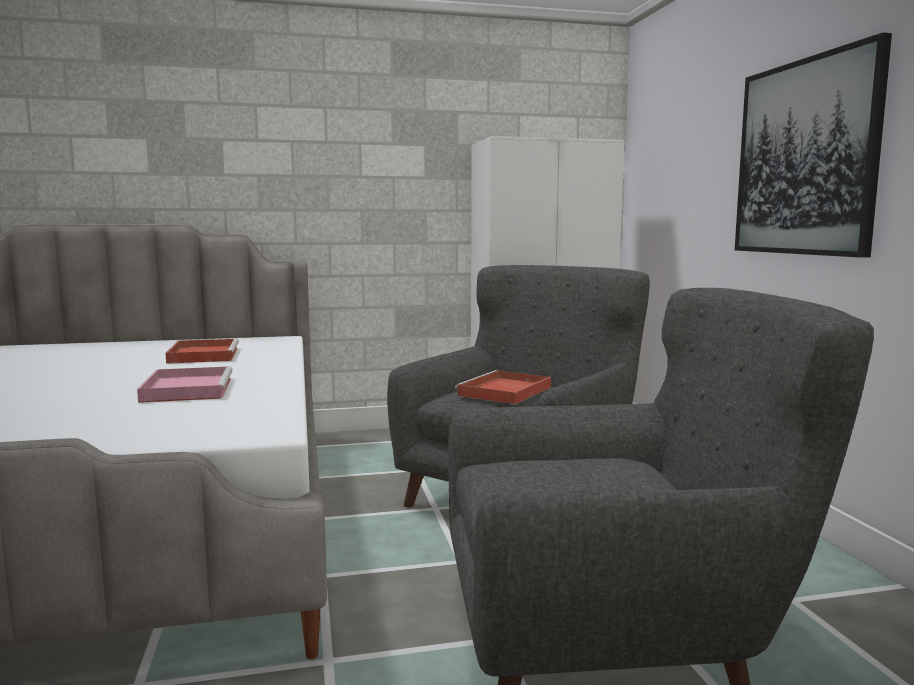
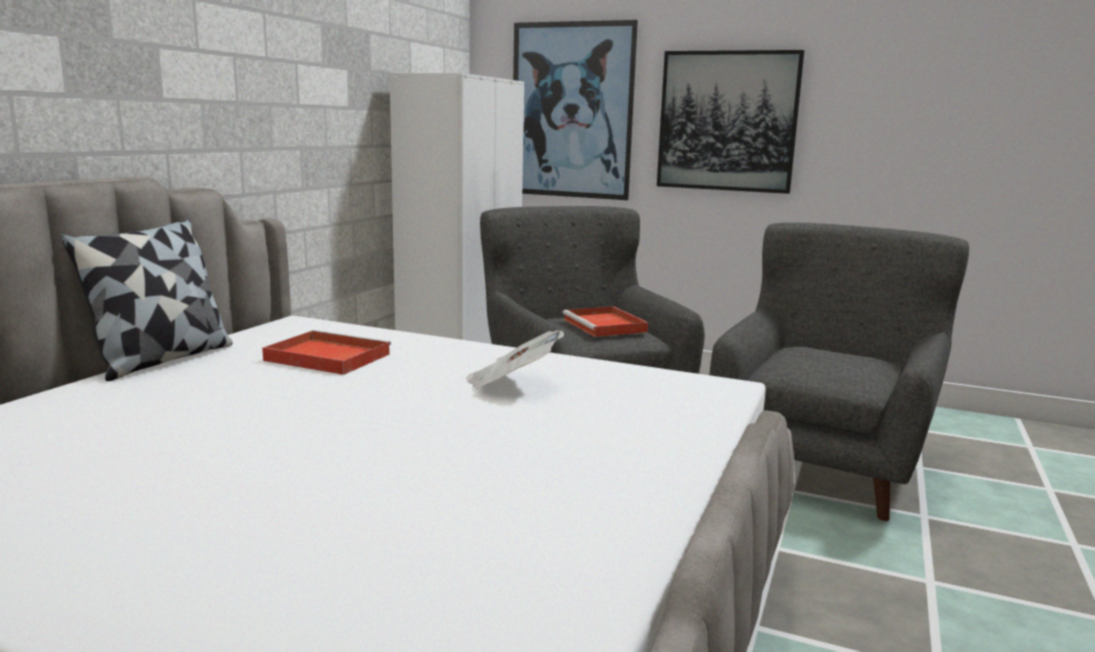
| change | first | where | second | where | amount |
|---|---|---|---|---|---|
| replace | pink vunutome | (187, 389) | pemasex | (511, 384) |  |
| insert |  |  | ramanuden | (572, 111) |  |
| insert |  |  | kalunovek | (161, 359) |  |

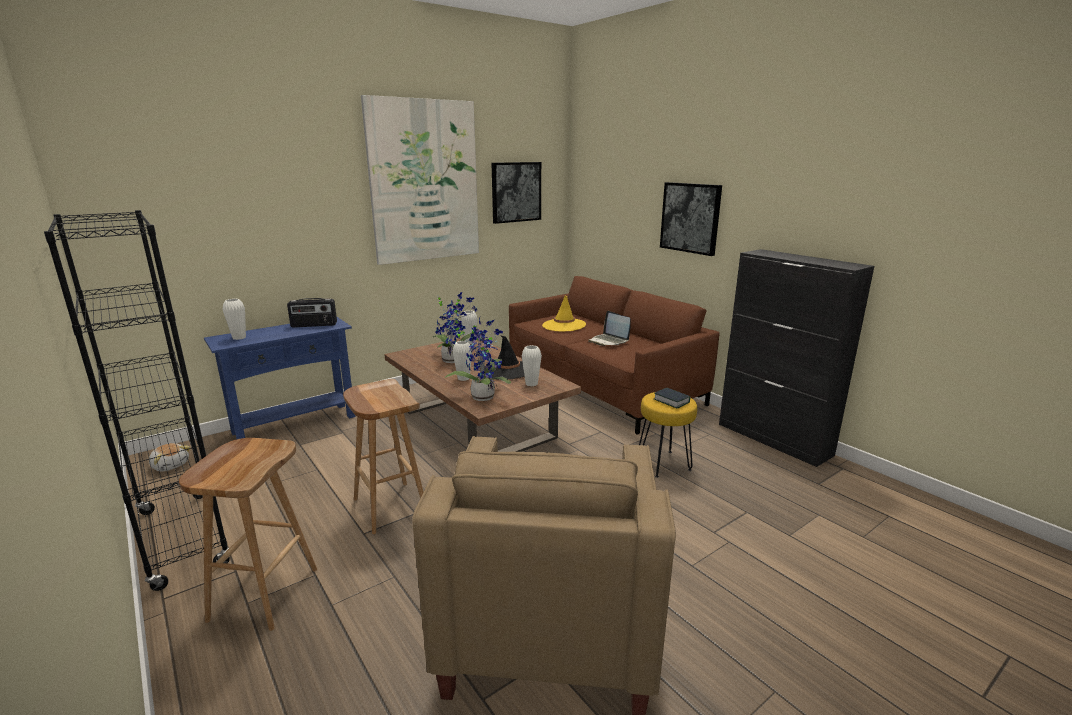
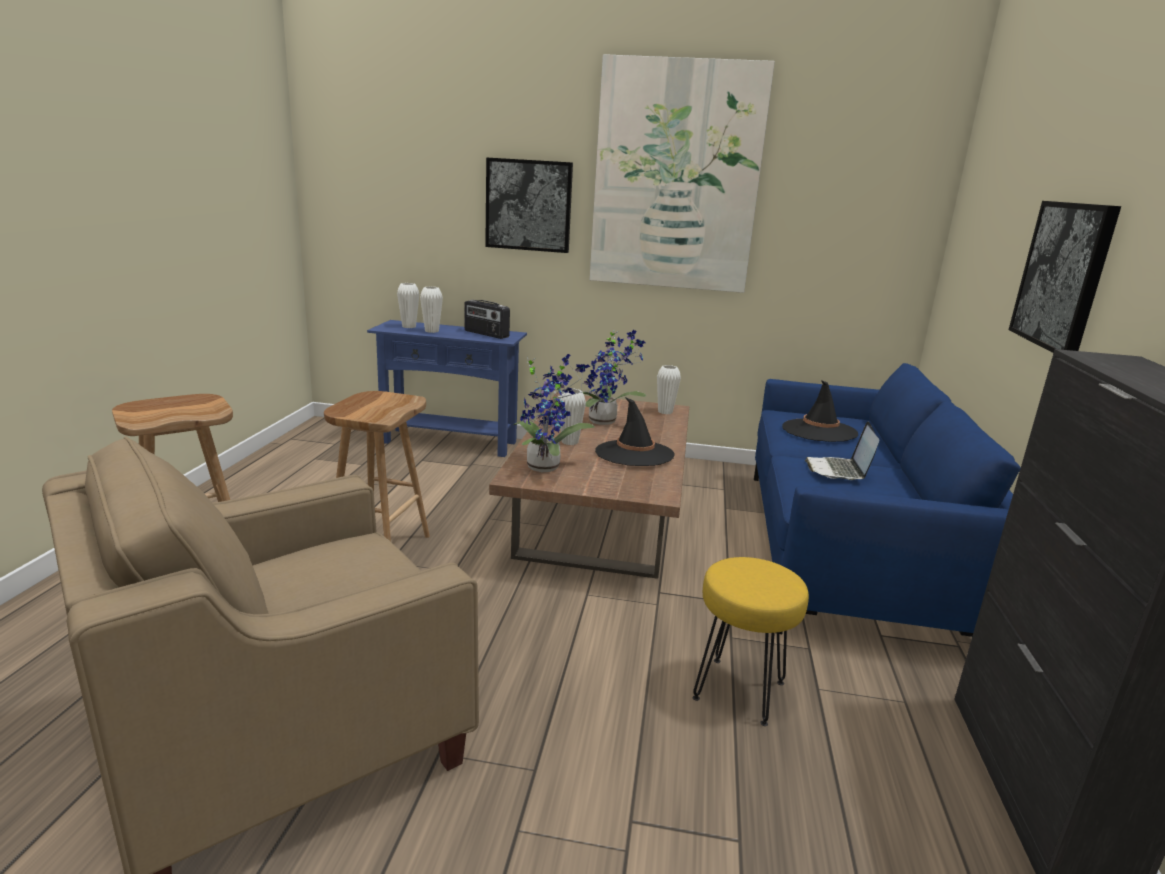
| change | first | where | second | where | amount |
|---|---|---|---|---|---|
| move | ramanuden | (516, 192) |  | (528, 205) |  |
| delete | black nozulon | (182, 538) |  |  |  |
| recolor | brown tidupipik | (602, 386) | blue tidupipik | (845, 551) |  |
| recolor | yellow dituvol | (564, 325) | black dituvol | (819, 431) |  |
| move | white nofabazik | (531, 384) |  | (431, 331) |  |
| delete | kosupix | (671, 401) |  |  |  |
| delete | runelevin | (171, 465) |  |  |  |

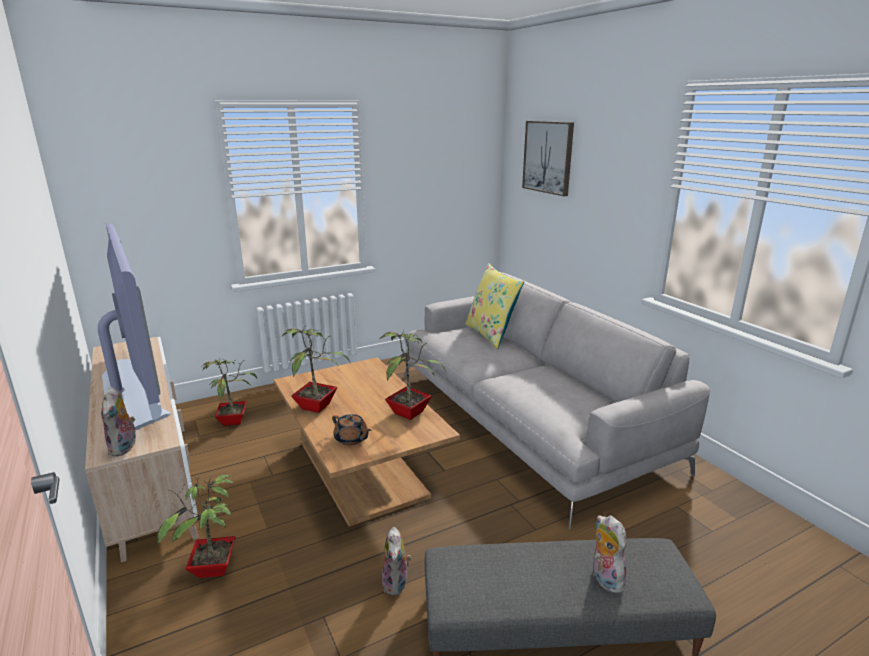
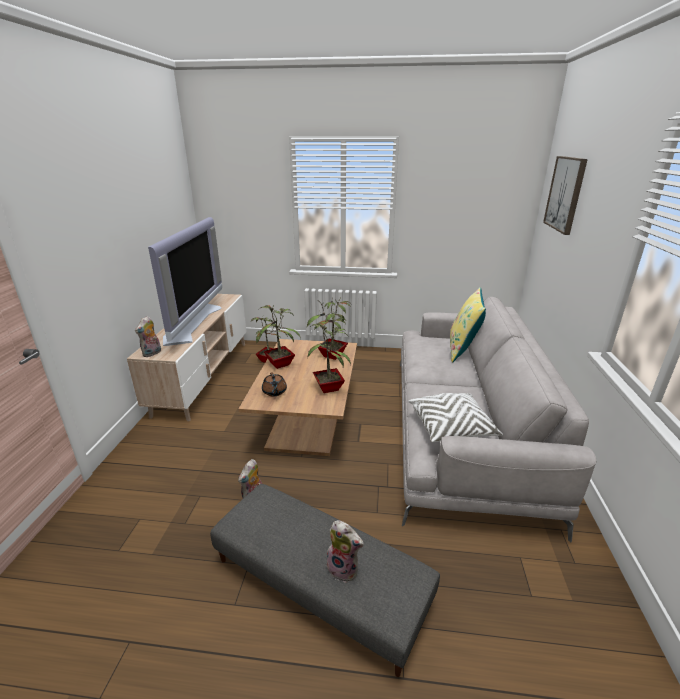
| change | first | where | second | where | amount |
|---|---|---|---|---|---|
| move | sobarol | (213, 570) |  | (332, 356) |  |
| rotate | runelevin | (604, 578) |  | (344, 568) | 105 degrees clockwise |
| insert |  |  | white kalunovek | (451, 428) |  |

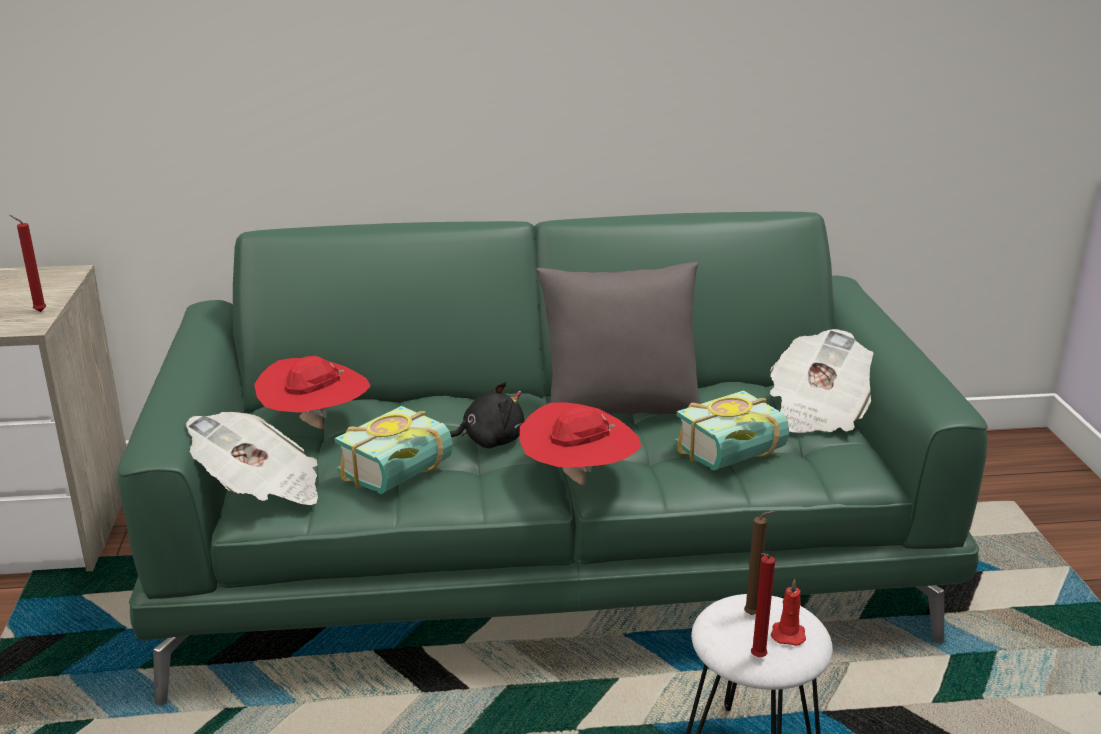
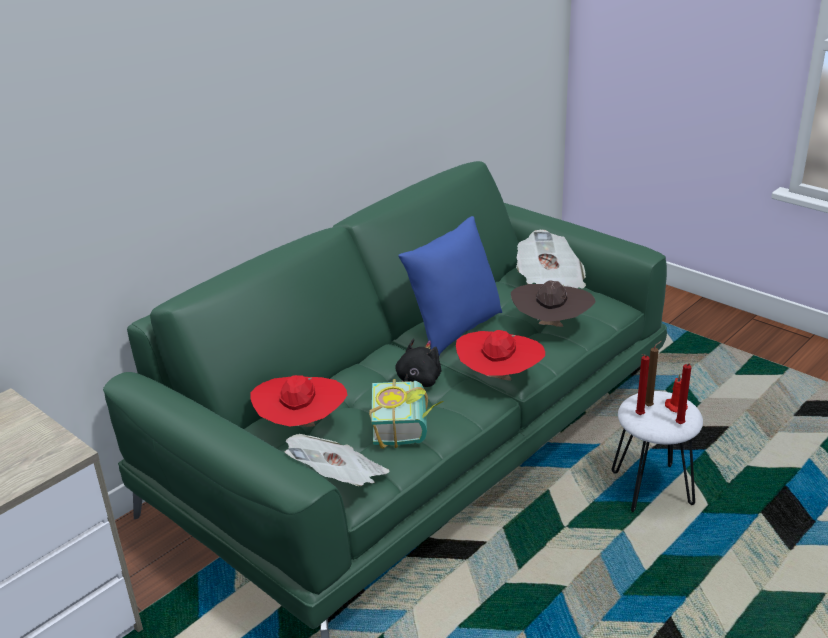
| change | first | where | second | where | amount |
|---|---|---|---|---|---|
| move | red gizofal | (38, 311) |  | (638, 415) |  |
| recolor | grey kalunovek | (619, 412) | blue kalunovek | (454, 331) |  |
| replace | kosupix | (736, 457) | brown dituvol | (551, 327) |  |

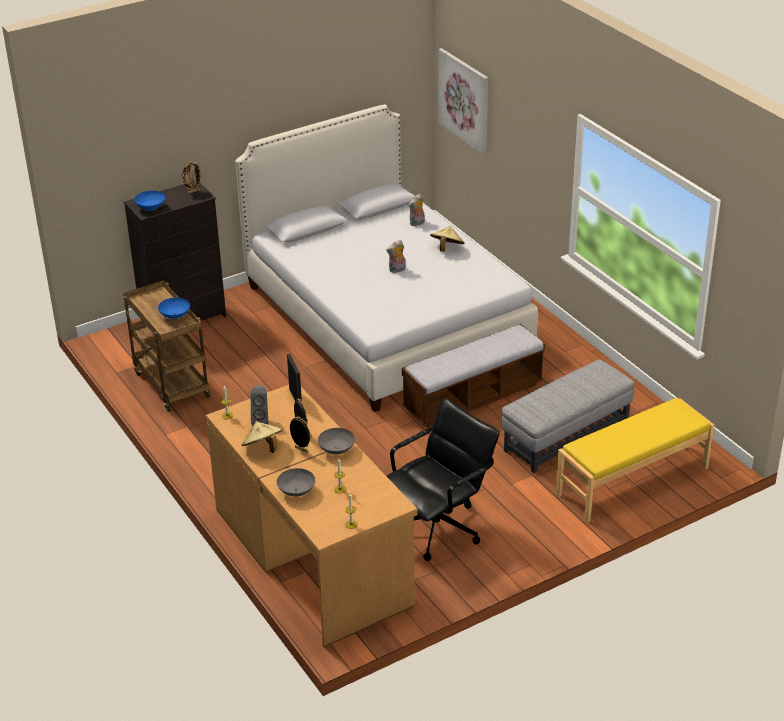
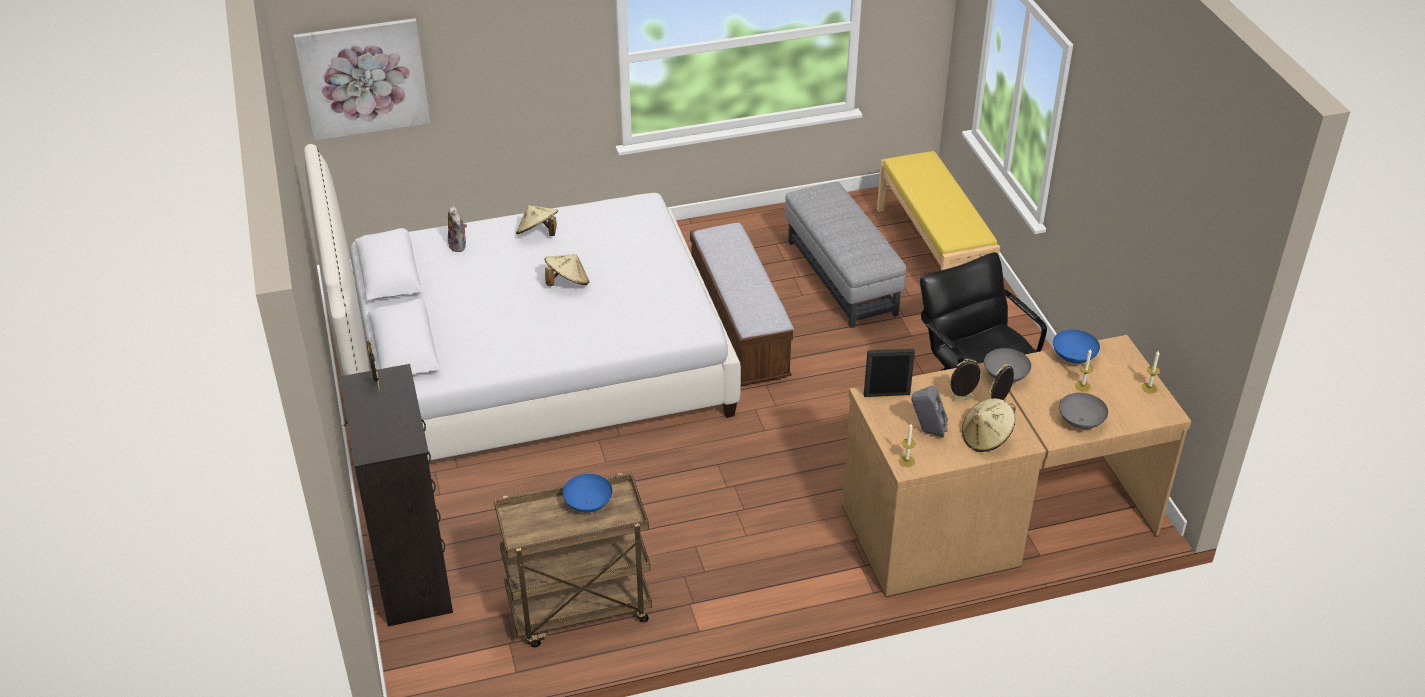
| change | first | where | second | where | amount |
|---|---|---|---|---|---|
| move | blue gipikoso | (151, 208) |  | (1073, 357) |  |
| replace | runelevin | (397, 270) | beige dituvol | (567, 283) |  |

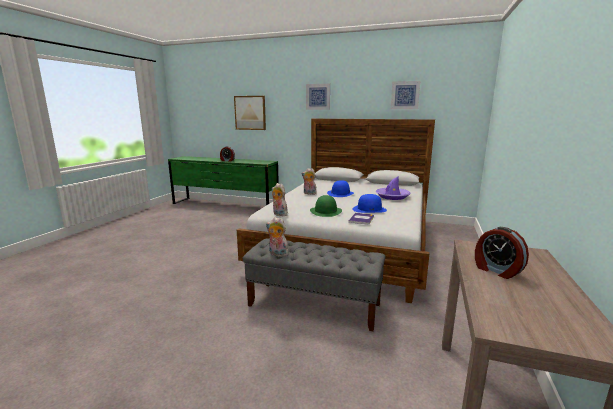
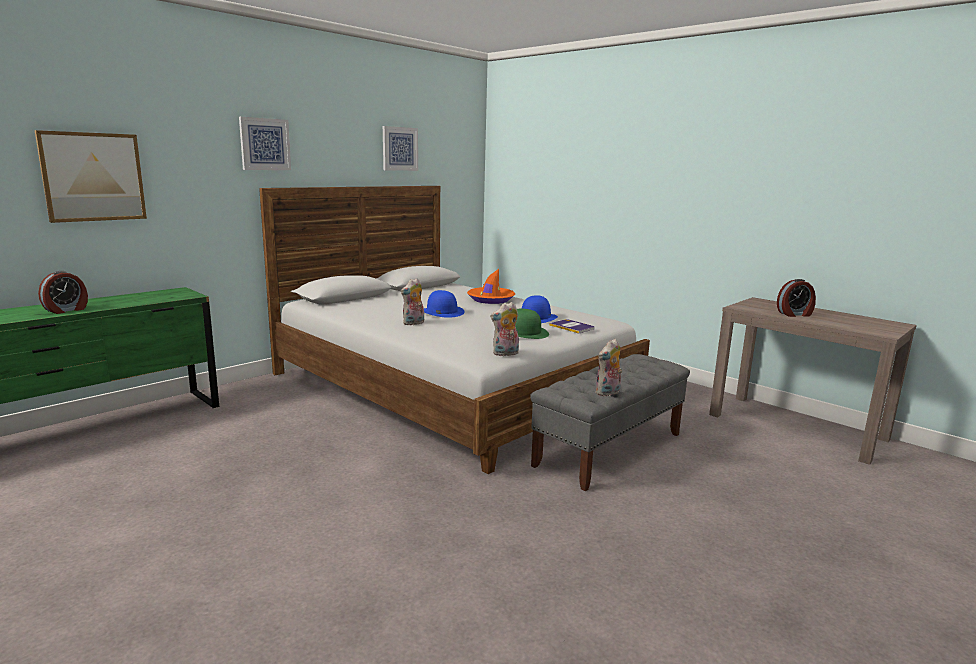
| change | first | where | second | where | amount |
|---|---|---|---|---|---|
| recolor | purple dituvol | (392, 196) | orange dituvol | (491, 299) |  |

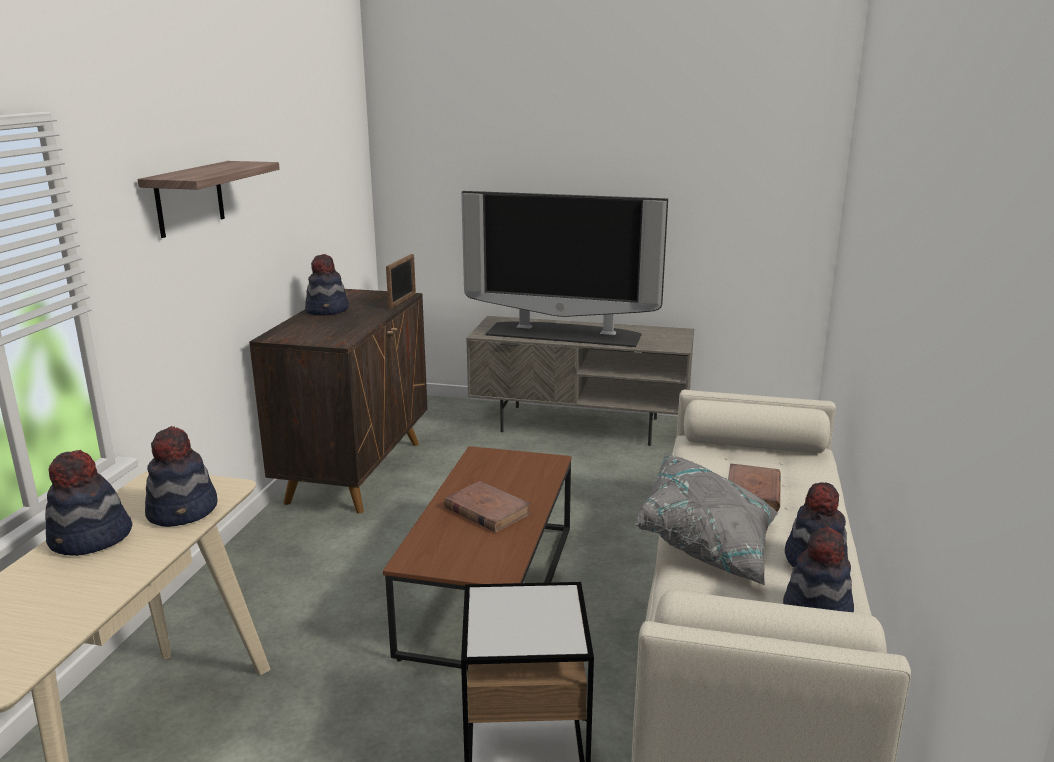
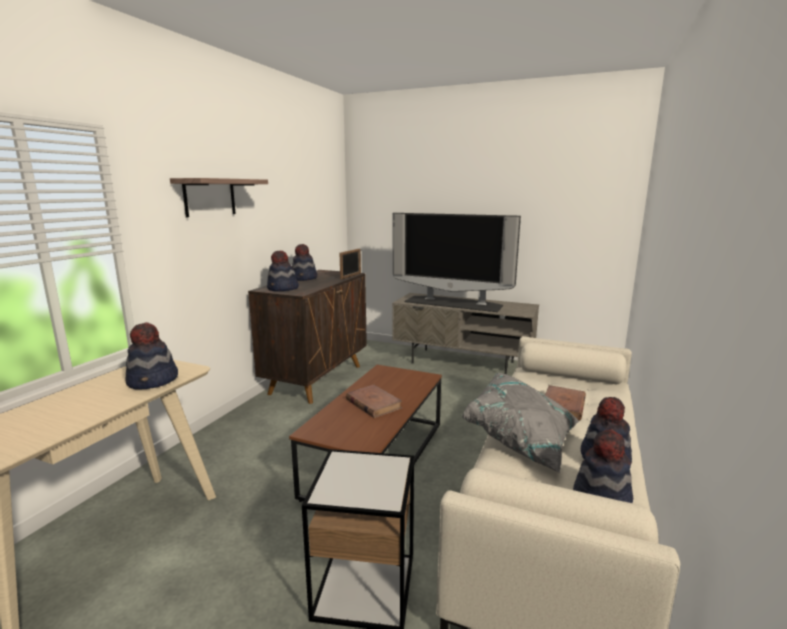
| change | first | where | second | where | amount |
|---|---|---|---|---|---|
| move | dituvol | (90, 539) |  | (282, 289) |  |

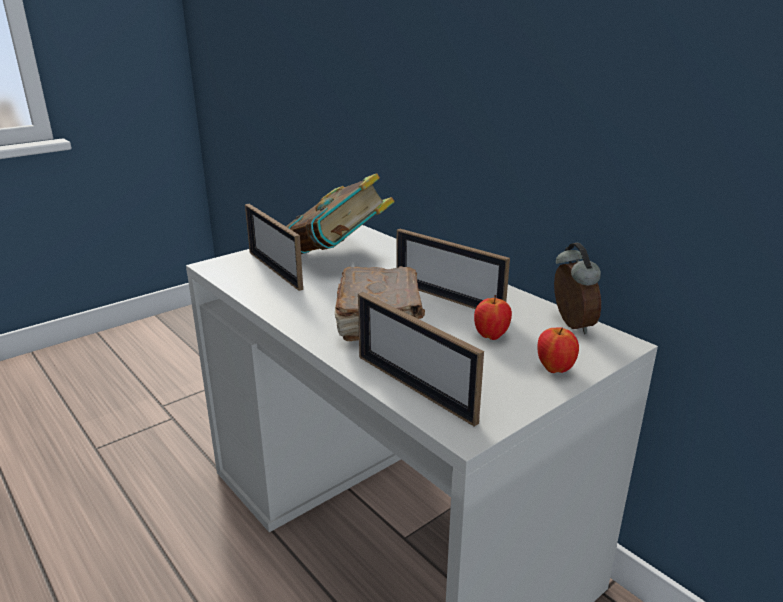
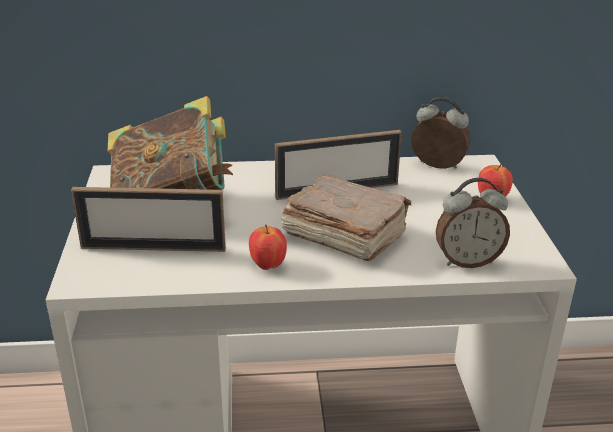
| change | first | where | second | where | amount |
|---|---|---|---|---|---|
| replace | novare | (414, 387) | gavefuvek | (467, 261) |  |
| move | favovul | (491, 336) |  | (268, 265) |  |

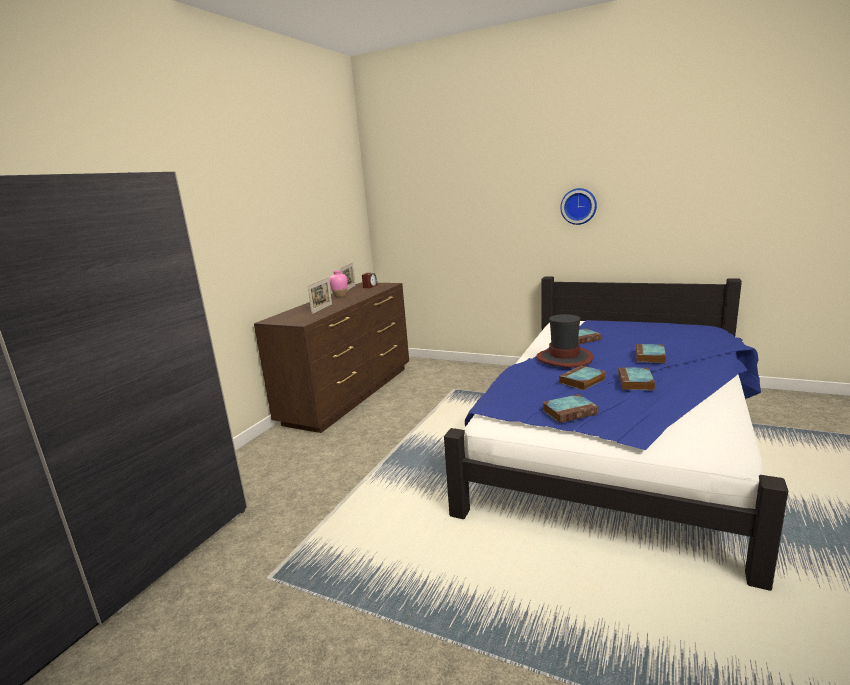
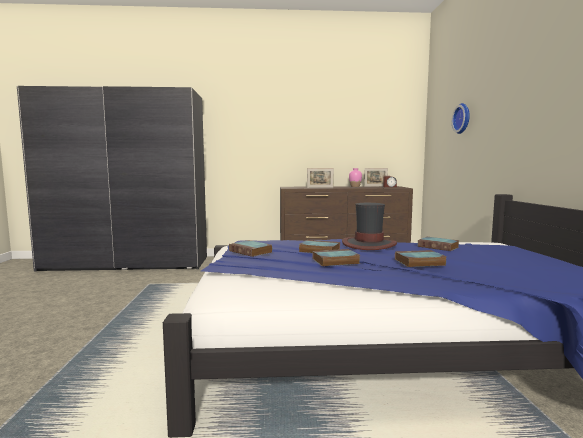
| change | first | where | second | where | amount |
|---|---|---|---|---|---|
| move | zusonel | (578, 206) |  | (463, 118) |  |

